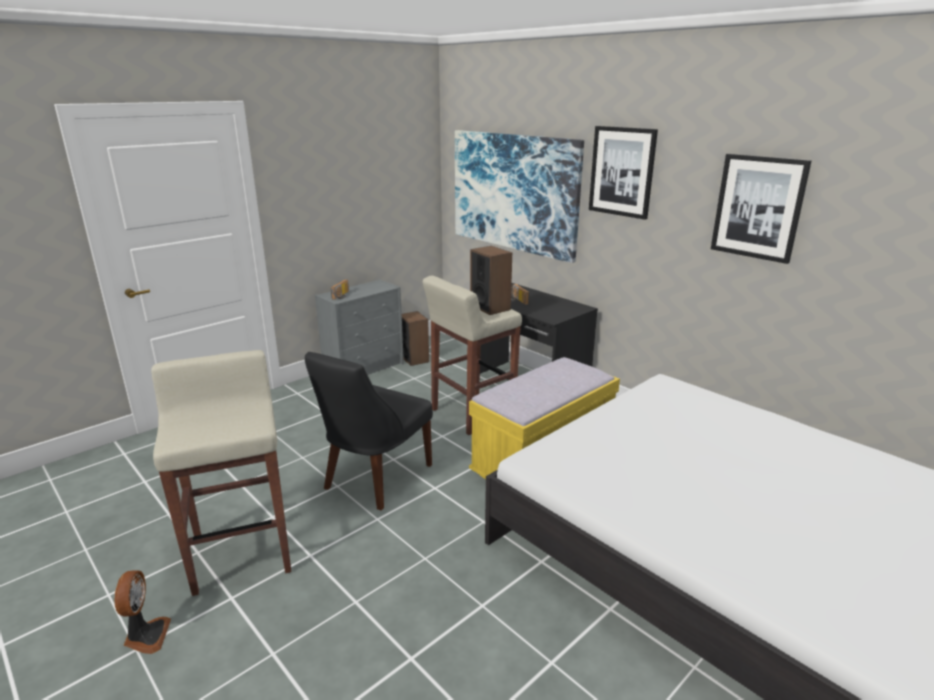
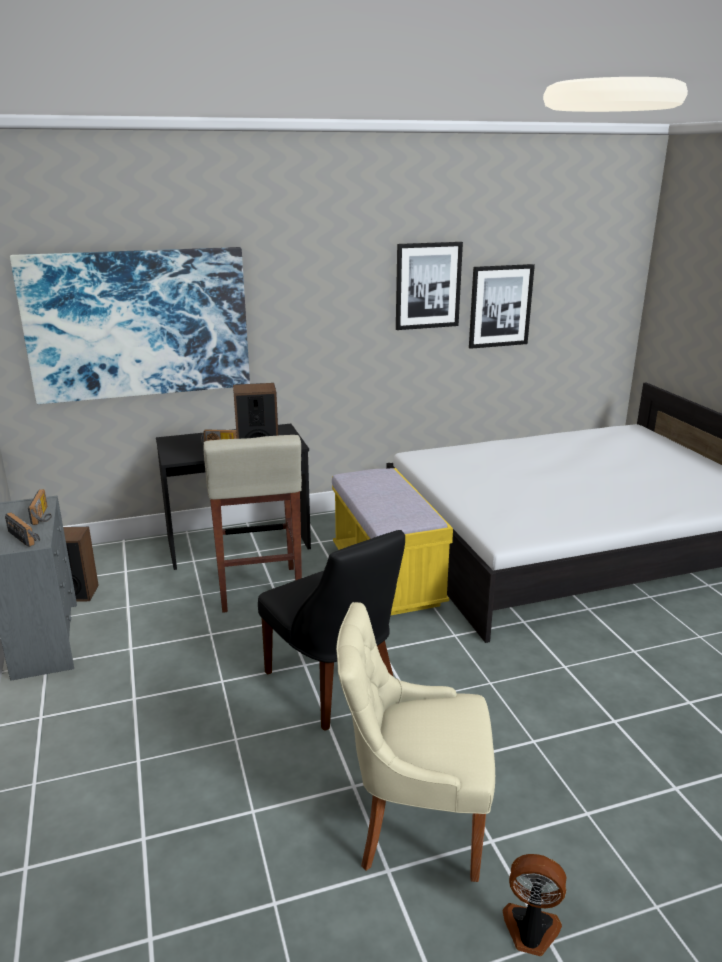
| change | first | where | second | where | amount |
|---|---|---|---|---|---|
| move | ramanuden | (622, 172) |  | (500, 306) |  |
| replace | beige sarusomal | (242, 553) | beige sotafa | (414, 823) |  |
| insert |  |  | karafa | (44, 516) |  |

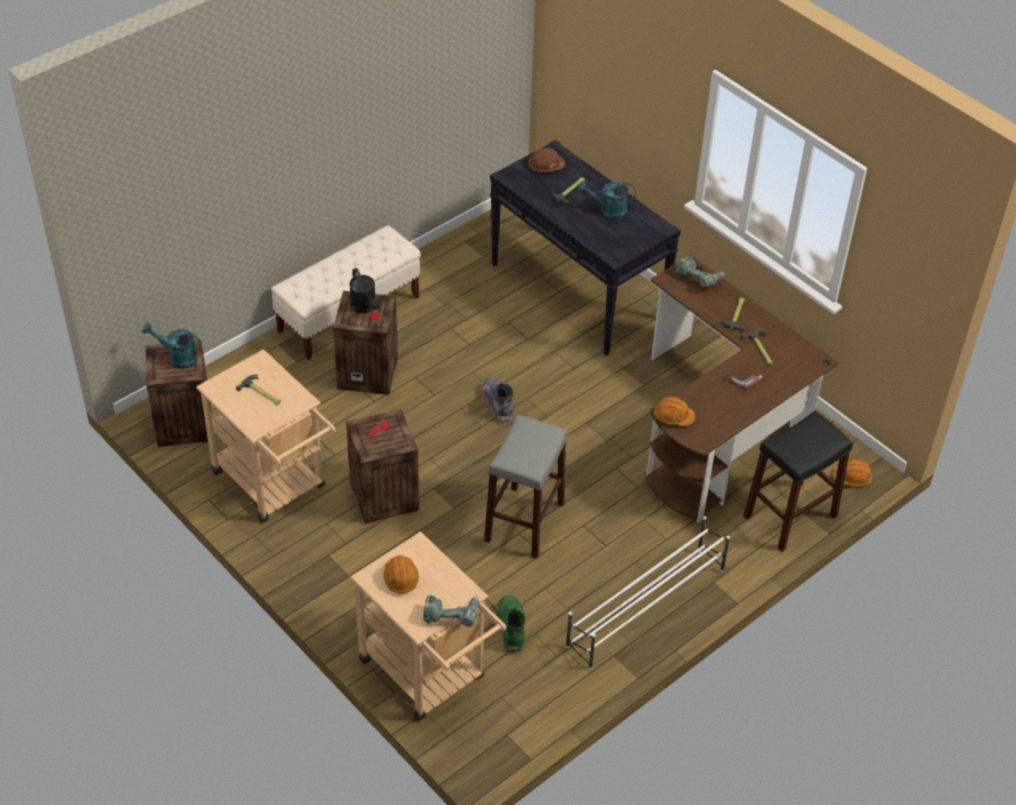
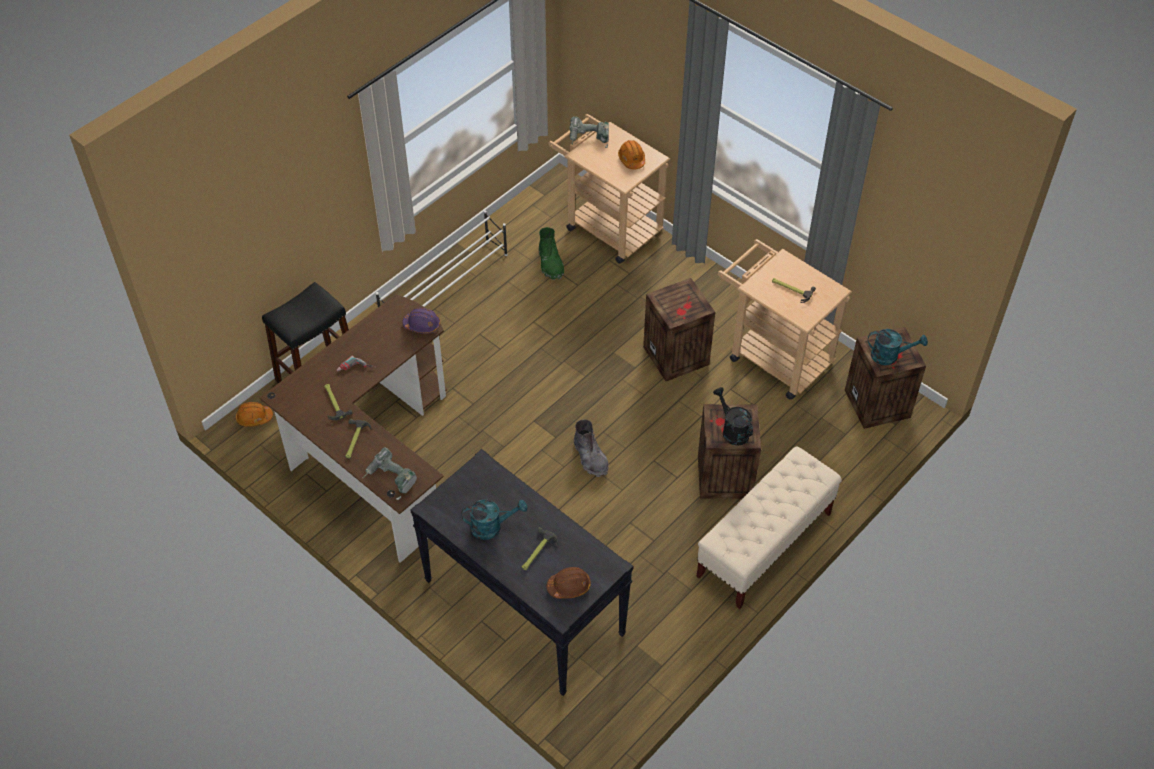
| change | first | where | second | where | amount |
|---|---|---|---|---|---|
| recolor | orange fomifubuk | (673, 417) | purple fomifubuk | (422, 325) |  |
| delete | grey sarusomal | (524, 521) |  |  |  |

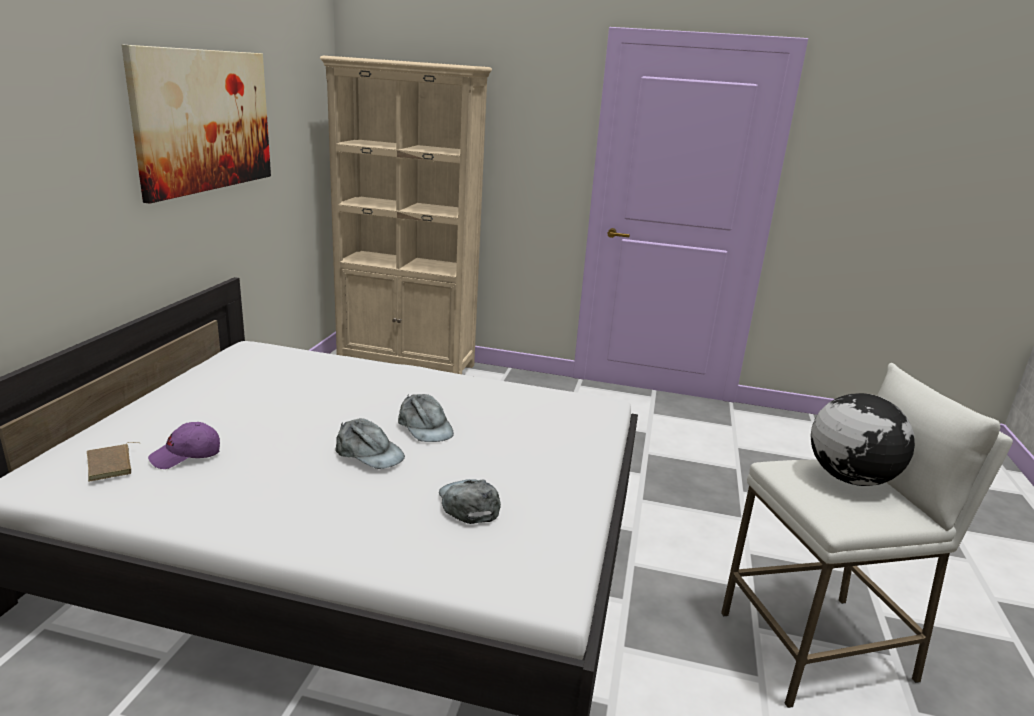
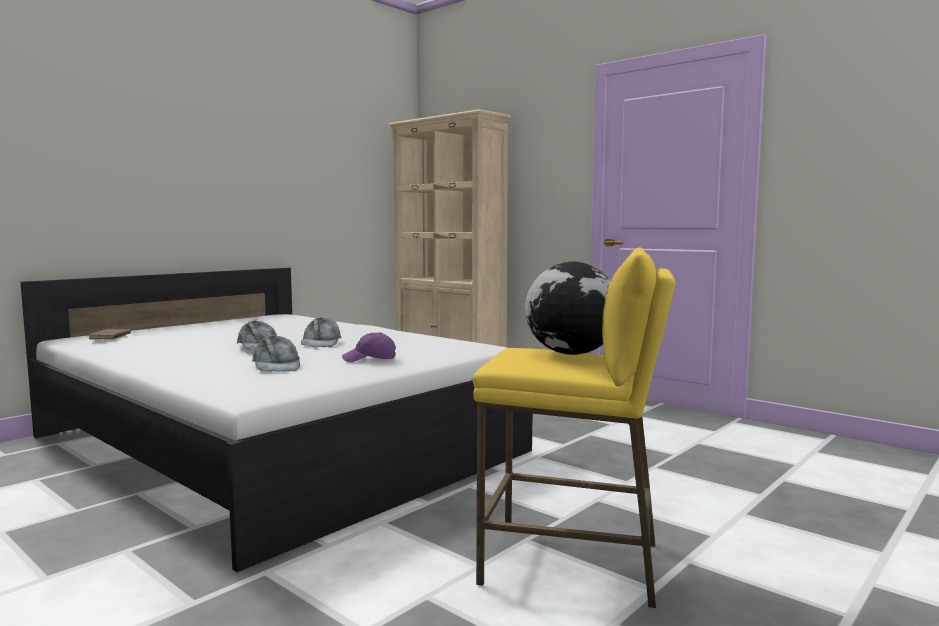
| change | first | where | second | where | amount |
|---|---|---|---|---|---|
| delete | ramanuden | (204, 120) |  |  |  |
| recolor | white sarusomal | (817, 647) | yellow sarusomal | (572, 563) |  |
| move | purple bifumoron | (186, 456) |  | (369, 359) |  |
| rotate | grey bifumoron | (468, 503) |  | (276, 365) | 150 degrees clockwise |

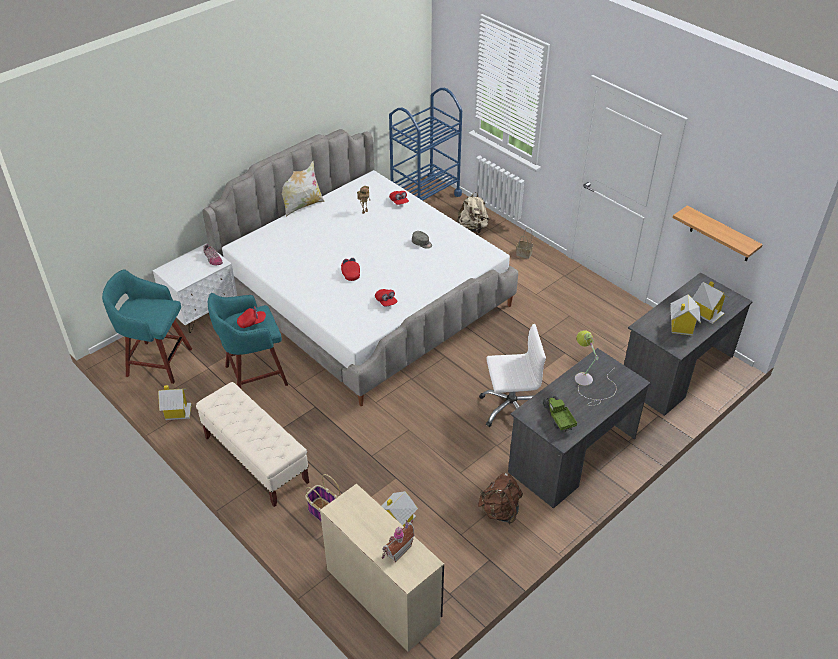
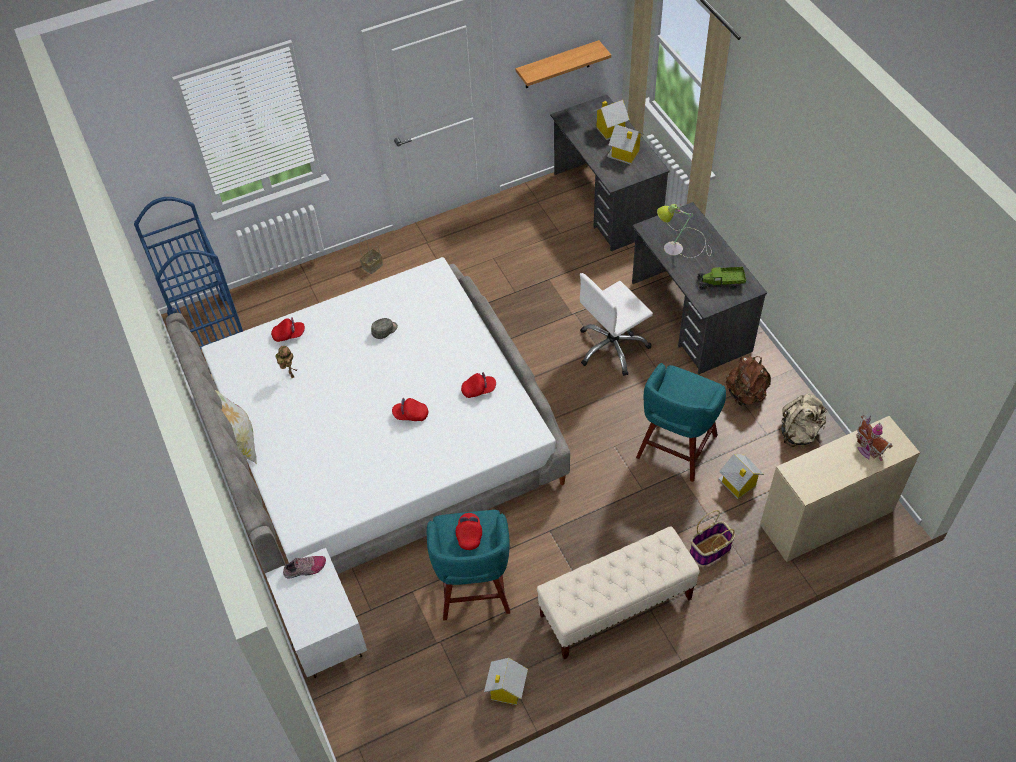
| change | first | where | second | where | amount |
|---|---|---|---|---|---|
| move | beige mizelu | (473, 228) |  | (799, 432) |  |
| move | turquoise sarusomal | (157, 362) |  | (675, 448) |  |
| rotate | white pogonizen | (511, 408) |  | (612, 347) | 135 degrees counterclockwise |

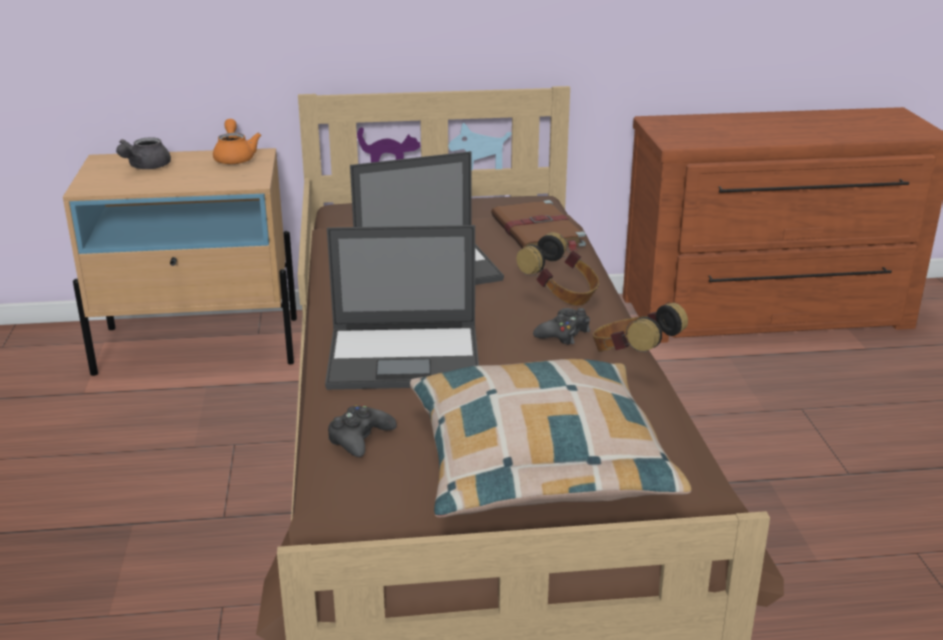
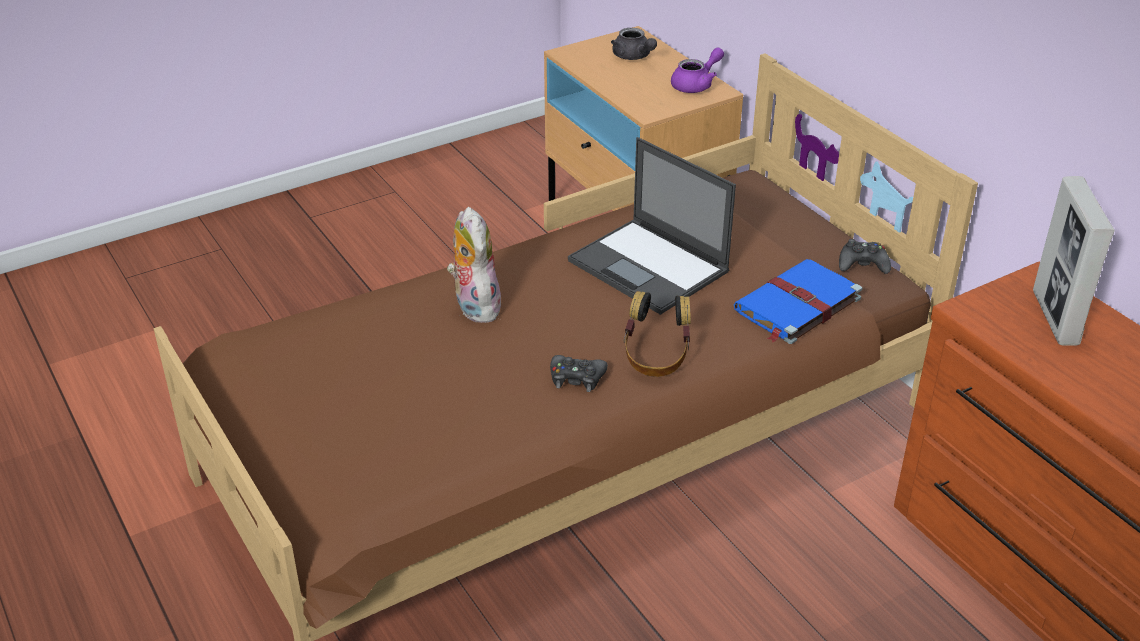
| change | first | where | second | where | amount |
|---|---|---|---|---|---|
| recolor | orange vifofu | (235, 157) | purple vifofu | (696, 85) |  |
| rotate | grey vifofu | (144, 167) |  | (633, 57) | 120 degrees counterclockwise |
| recolor | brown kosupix | (538, 232) | blue kosupix | (796, 305) |  |
| replace | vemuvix | (406, 357) | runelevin | (474, 306) |  |
| delete | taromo | (632, 358) |  |  |  |
| delete | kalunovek | (539, 460) |  |  |  |
| move | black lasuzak | (360, 438) |  | (862, 264) |  |
| insert |  |  | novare | (1055, 318) |  |

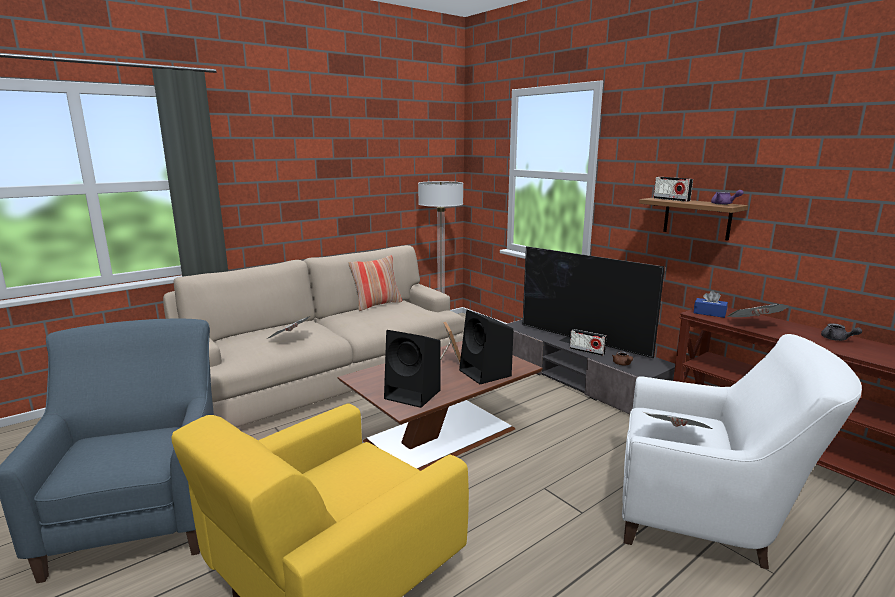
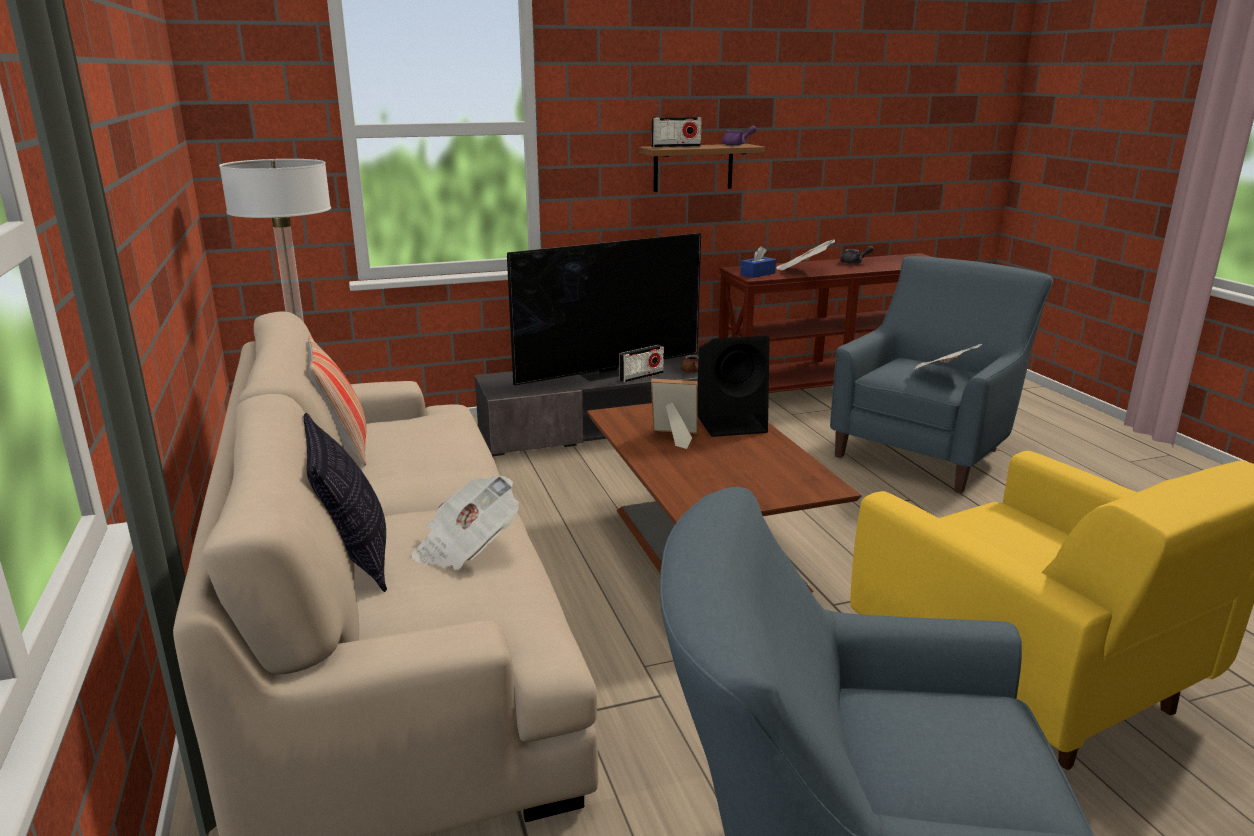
| change | first | where | second | where | amount |
|---|---|---|---|---|---|
| delete | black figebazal | (414, 394) |  |  |  |
| recolor | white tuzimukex | (708, 519) | blue tuzimukex | (928, 449) |  |
| insert |  |  | kalunovek | (353, 559) |  |

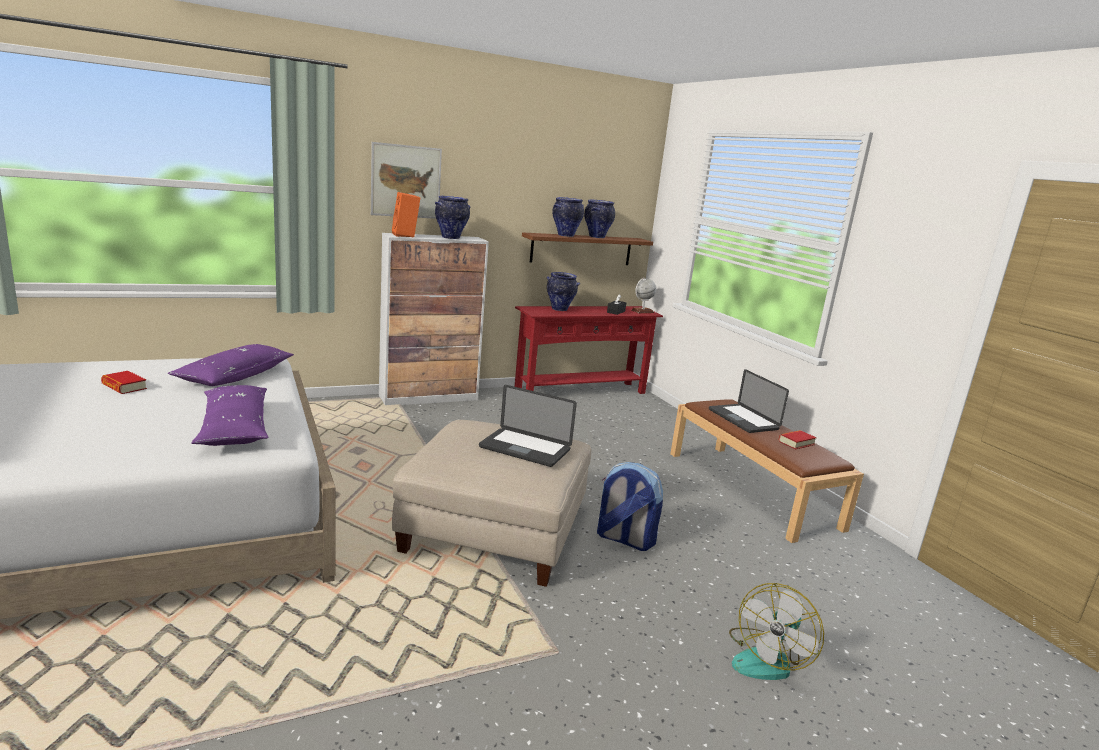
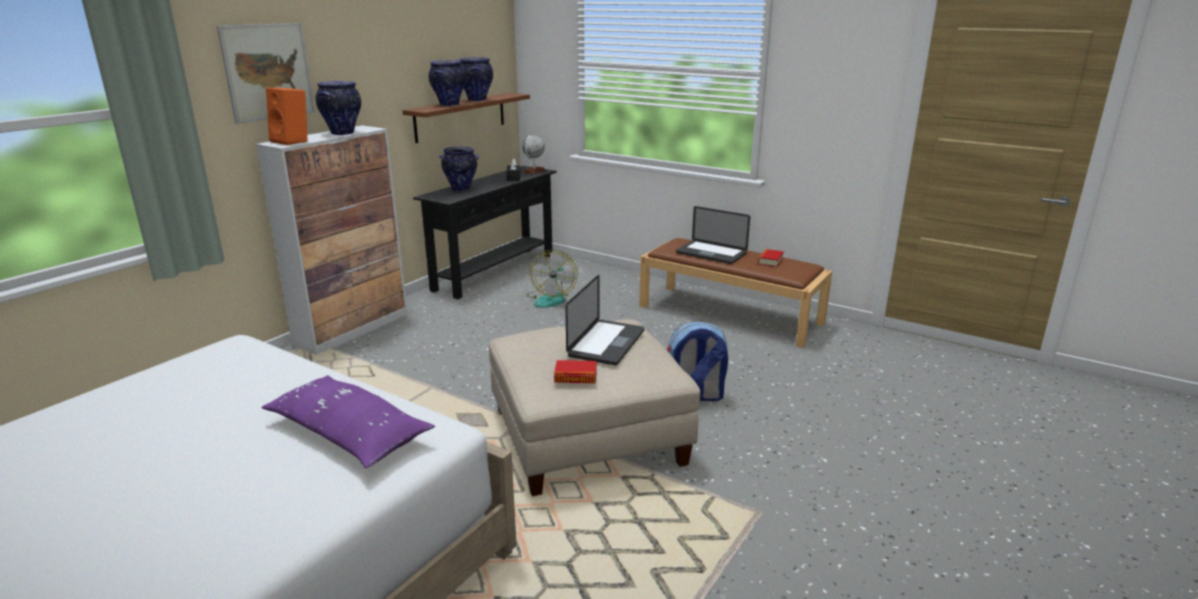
| change | first | where | second | where | amount |
|---|---|---|---|---|---|
| recolor | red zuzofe | (580, 391) | black zuzofe | (494, 272) |  |
| delete | purple kalunovek | (235, 376) |  |  |  |
| move | kosupix | (124, 386) |  | (575, 377) |  |
| rotate | vemuvix | (525, 448) |  | (606, 343) | 60 degrees counterclockwise |
| move | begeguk | (767, 658) |  | (551, 299) |  |

